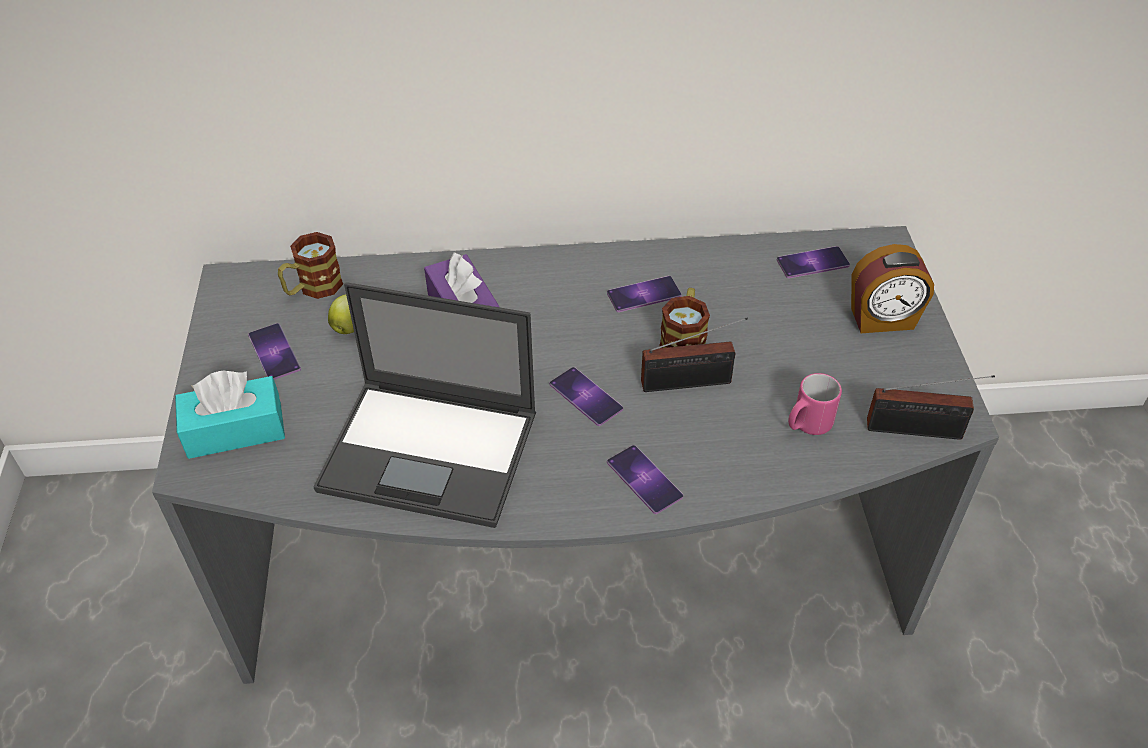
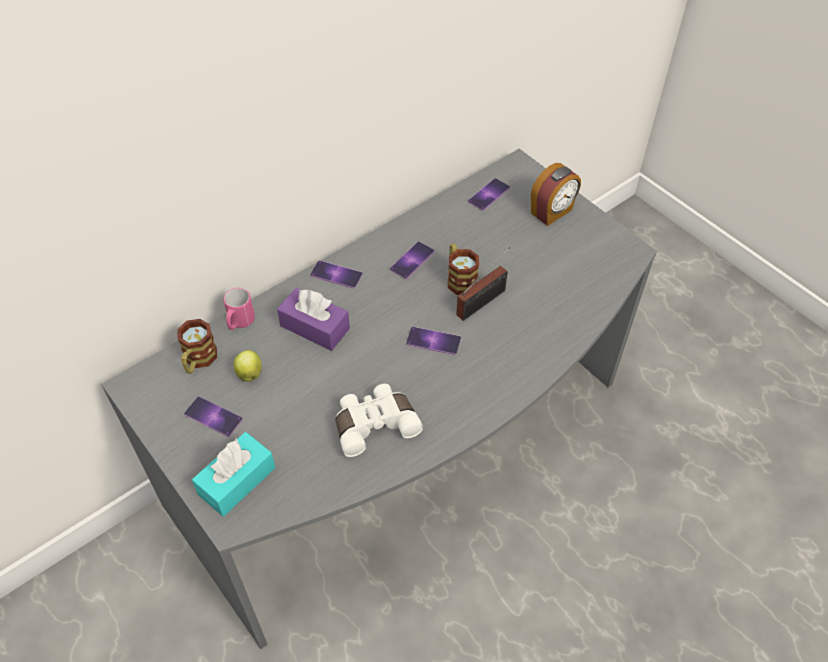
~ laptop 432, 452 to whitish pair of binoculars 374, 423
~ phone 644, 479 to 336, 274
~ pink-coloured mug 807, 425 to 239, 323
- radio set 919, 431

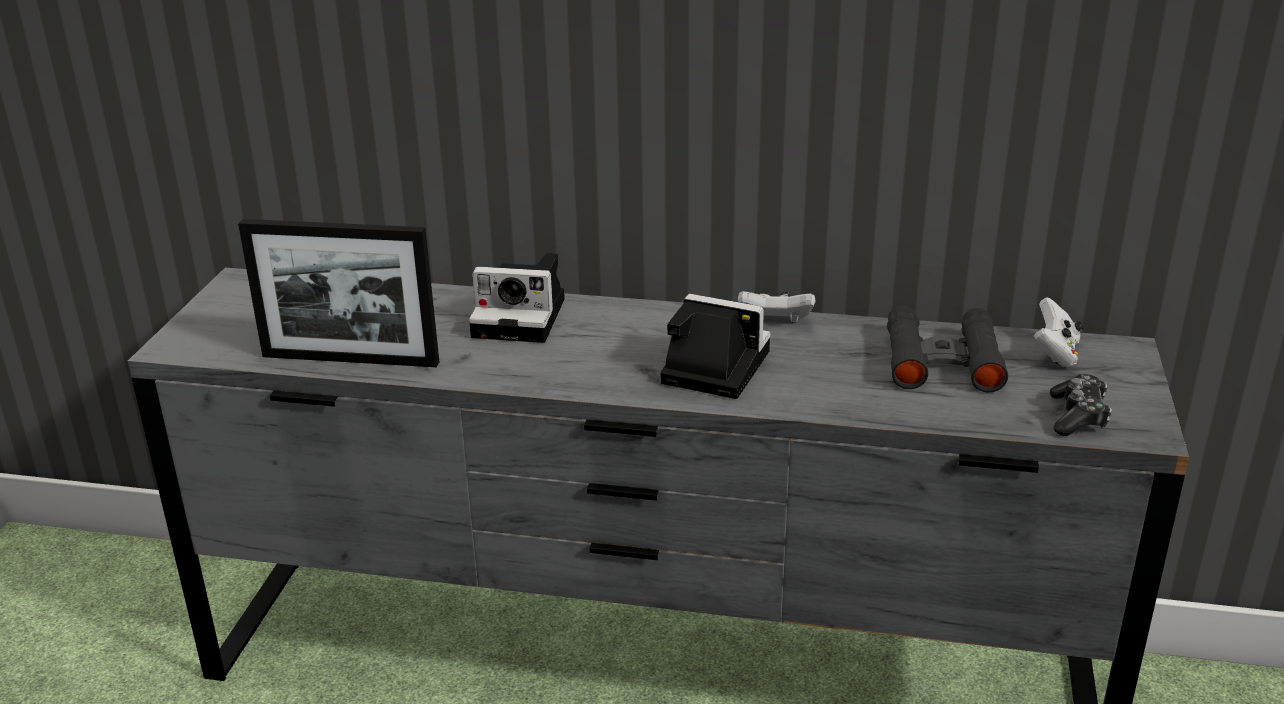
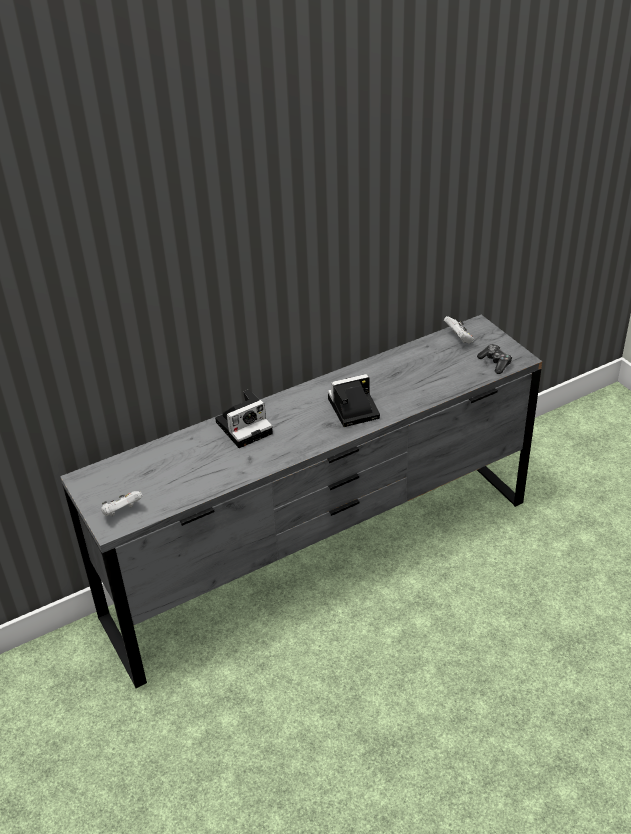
- photo frame 350, 359
~ whitish gamepad 775, 323 to 122, 512
- black-coloured pair of binoculars 942, 361

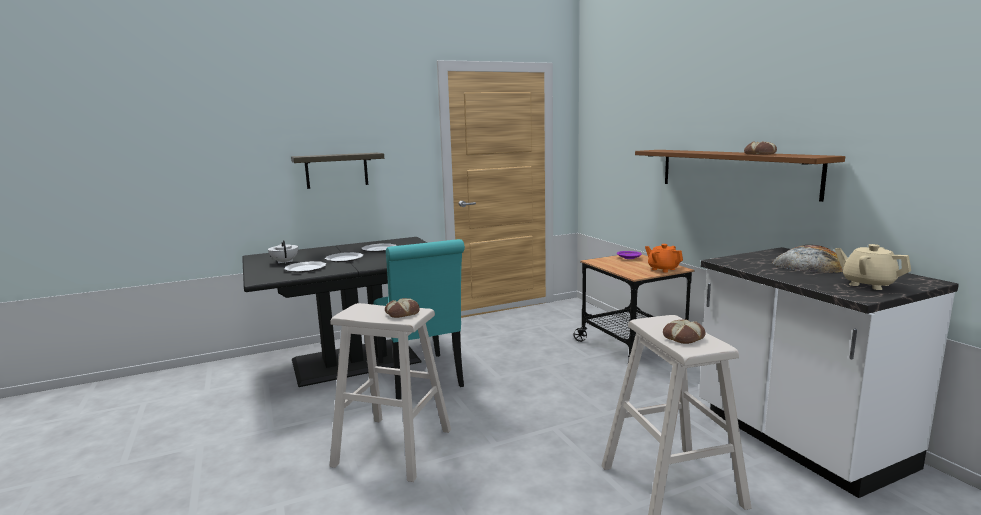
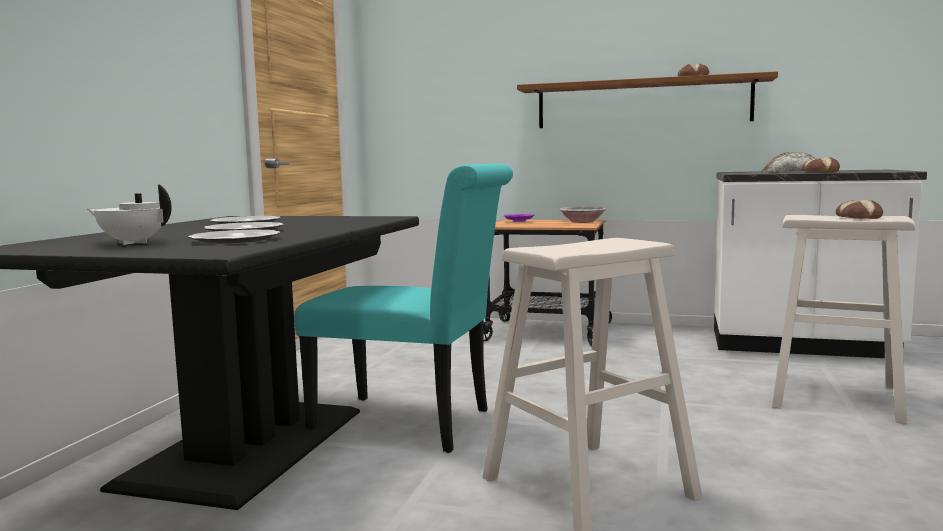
- wall shelf 336, 170
~ bakery bread 402, 313 to 820, 172
~ orangey tea pot 663, 269 to serving bowl 582, 222
- sand-coloured tea pot 868, 284

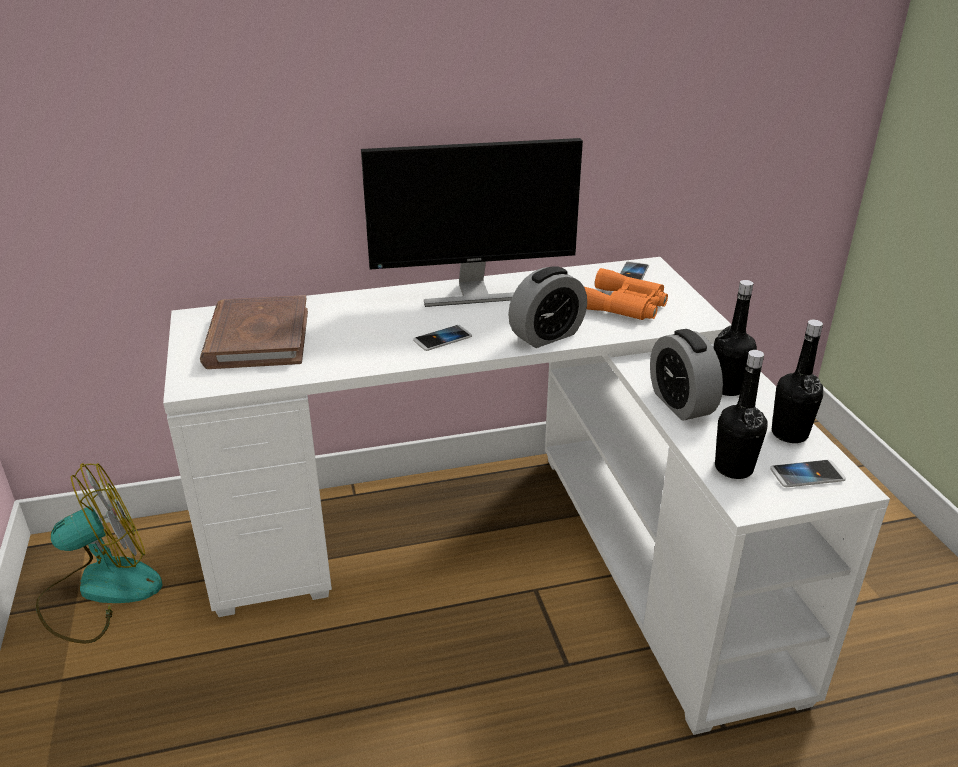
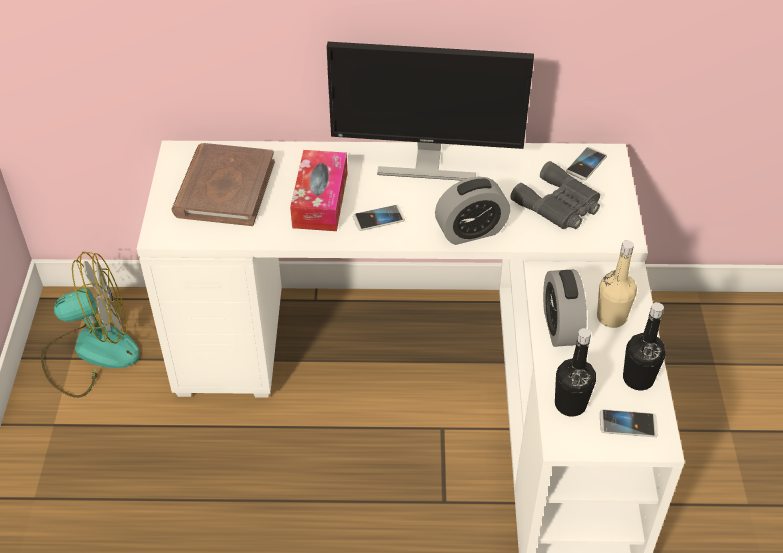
~ orangey pair of binoculars 624, 305 to grey pair of binoculars 559, 205
~ black-coloured drink bottle 727, 388 to sand-coloured drink bottle 611, 317
+ tissue box 320, 200

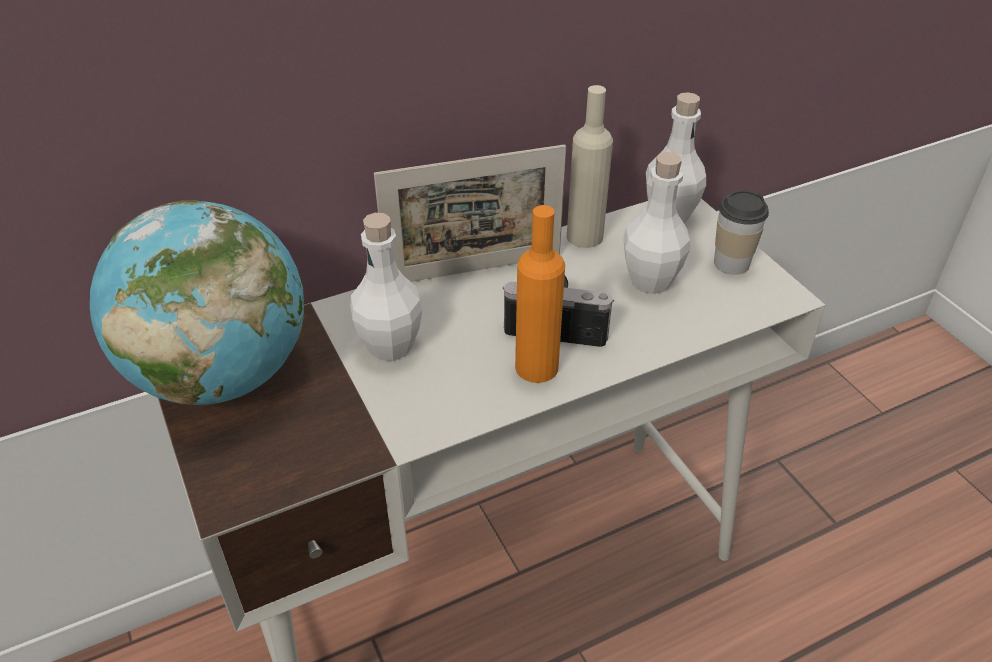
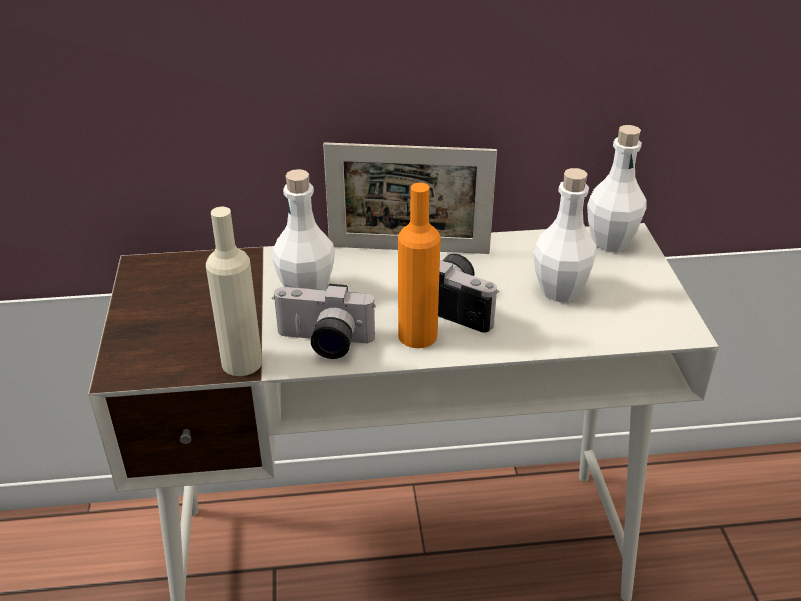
- desk globe 221, 375
~ sand-coloured drink bottle 584, 236 to 242, 362
- drinking cup 731, 263
+ photo camera 323, 343

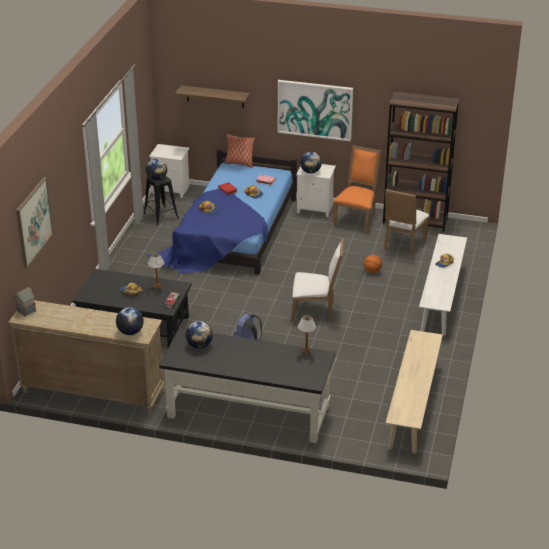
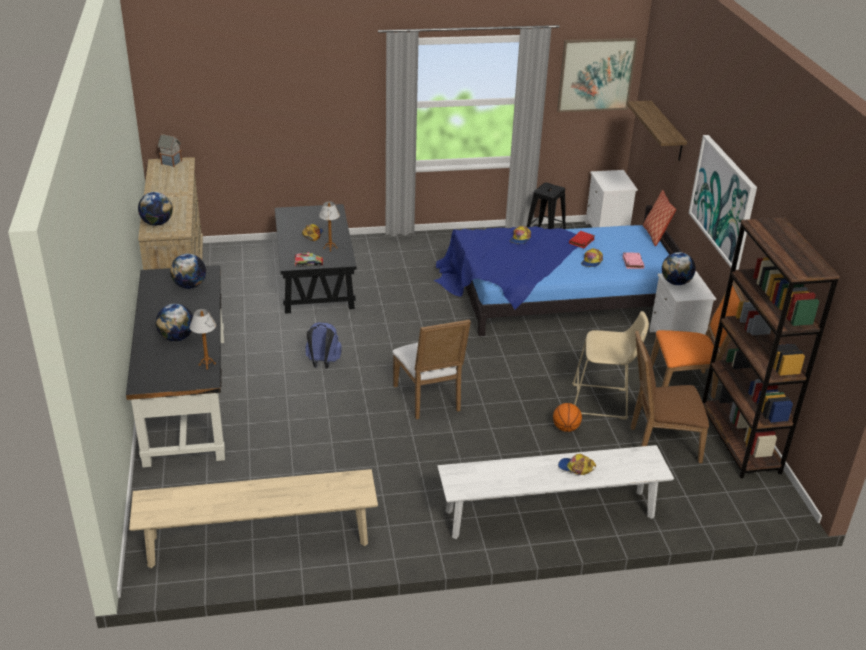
~ picture 34, 222 to 596, 74
~ desk globe 157, 179 to 176, 338
~ whitish chair 402, 245 to brownish chair 660, 442
+ sand-coloured sitting stool 603, 402

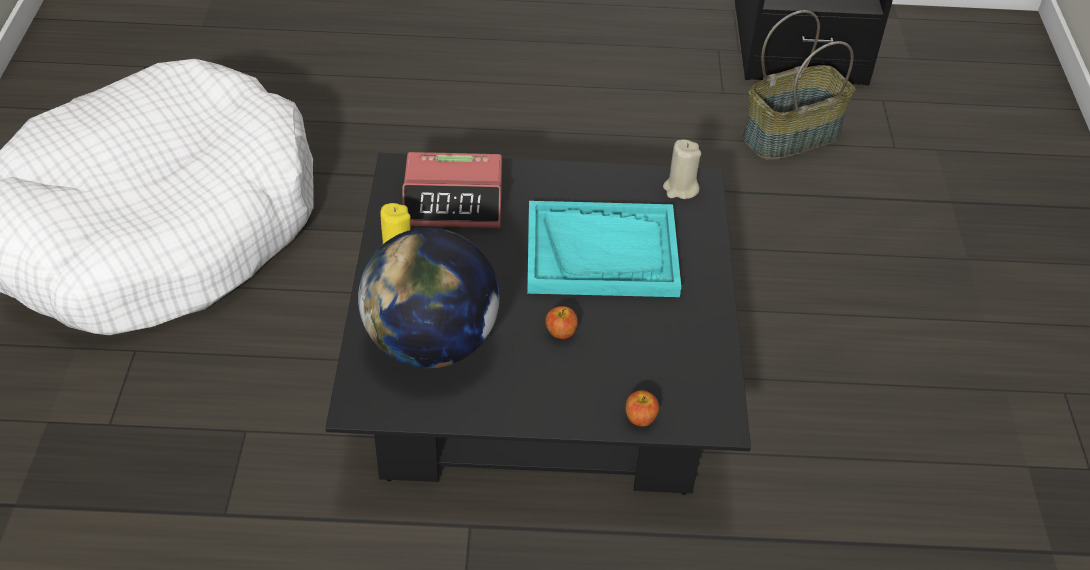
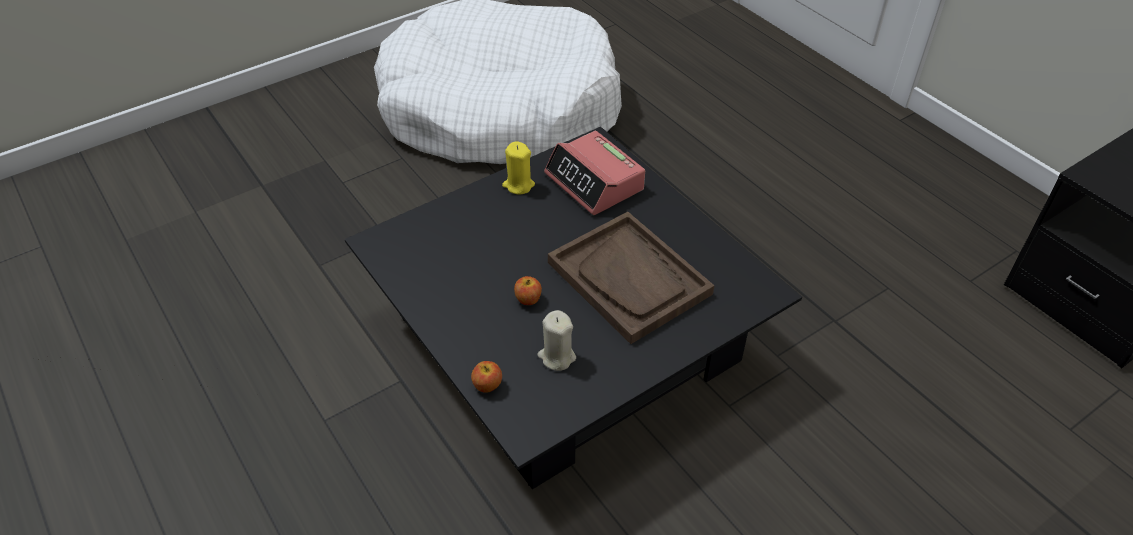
- desk globe 432, 343
~ turquoise serving tray 602, 252 to brownish serving tray 629, 278
~ sand-coloured candle 680, 189 to 557, 357
- basket 791, 135

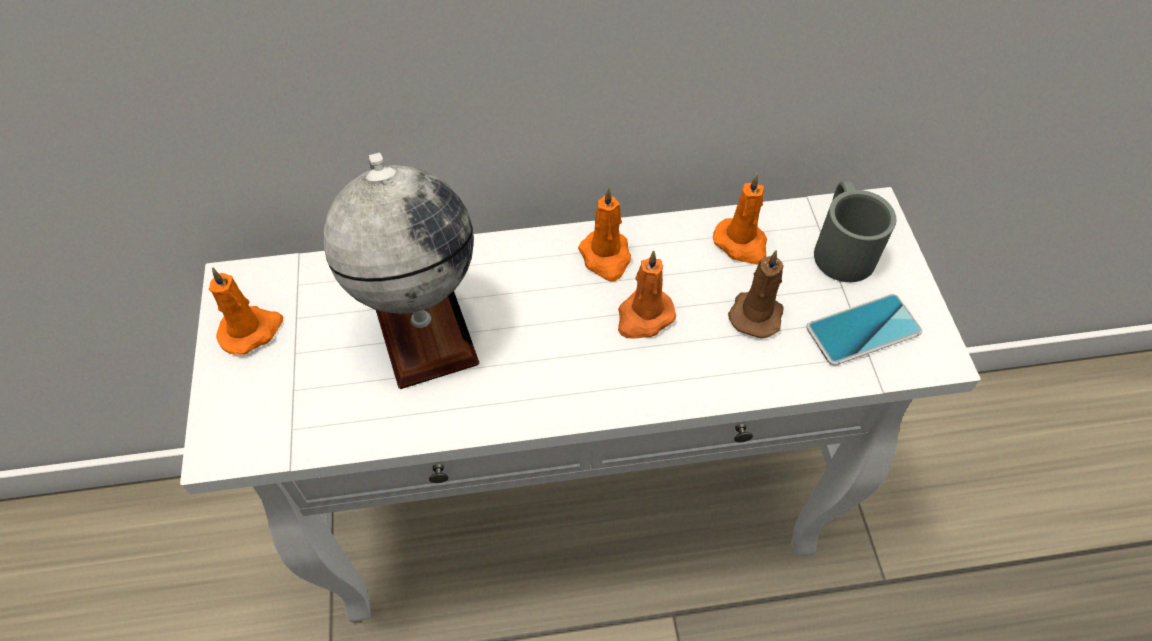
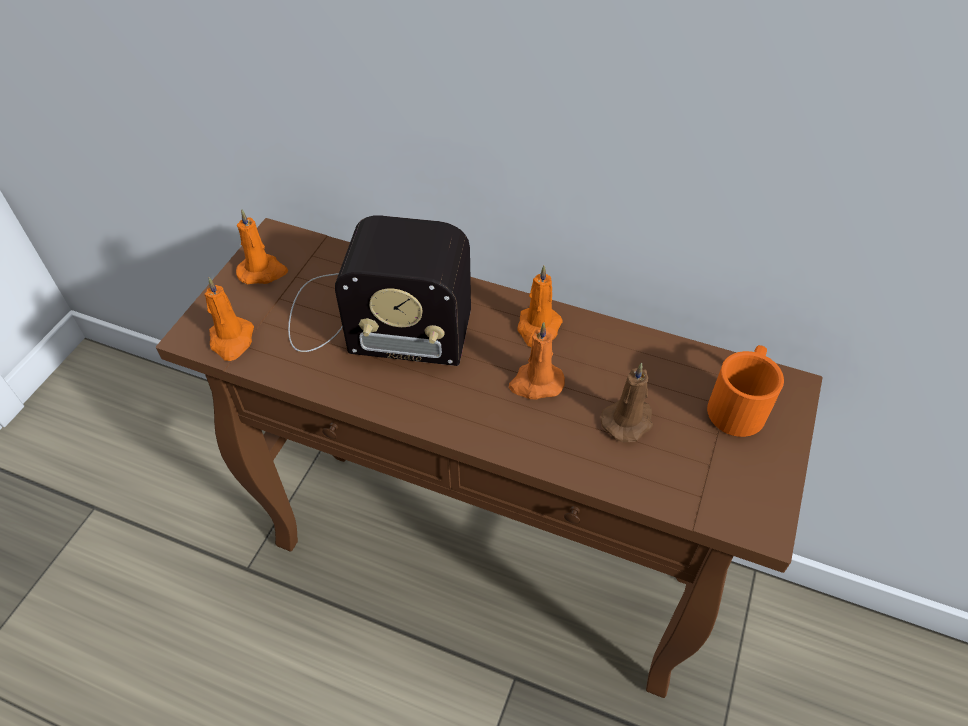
~ whitish narrow table 579, 515 to brownish narrow table 487, 560
~ desk globe 423, 328 to radio set 372, 319
~ orangey candle 742, 244 to 232, 340
- phone 863, 330
~ grey mug 841, 246 to orangey mug 740, 403

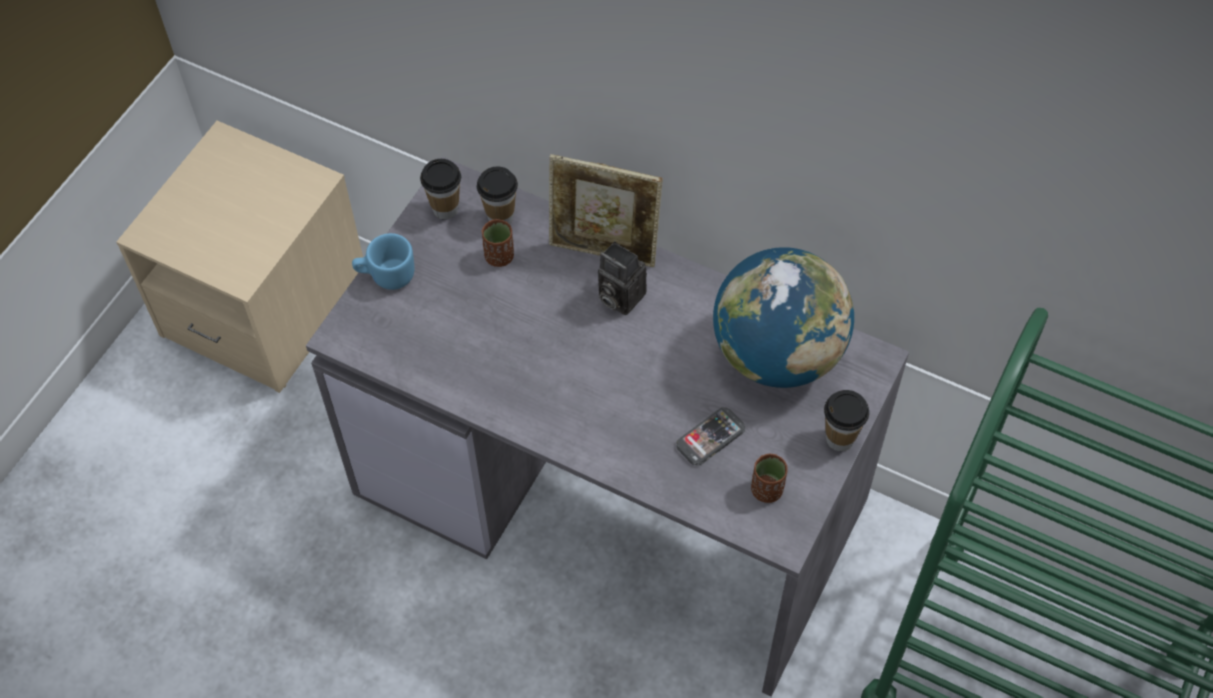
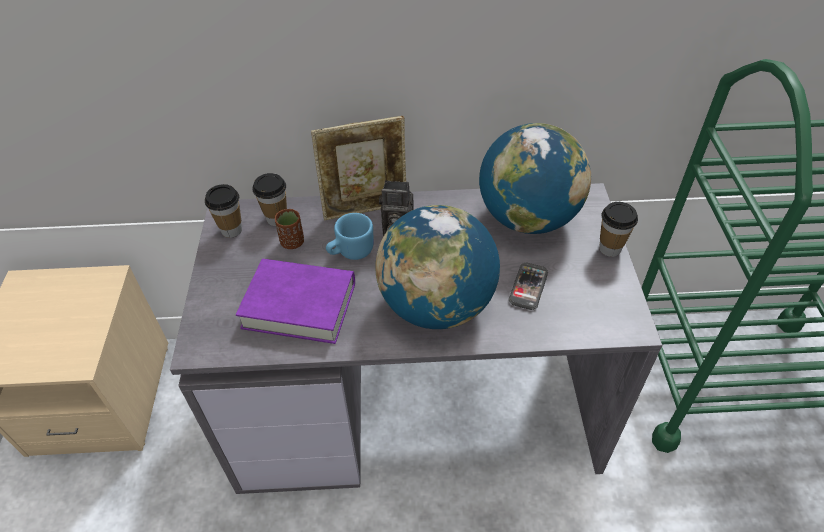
~ blue mug 386, 275 to 350, 252
- brownish drinking cup 767, 490
+ purplish volume 299, 305
+ desk globe 437, 305

